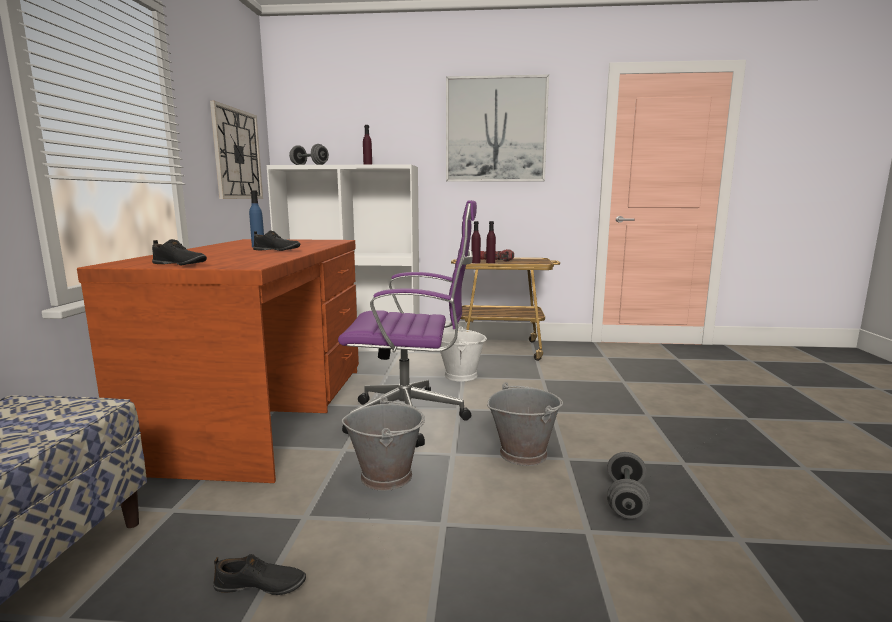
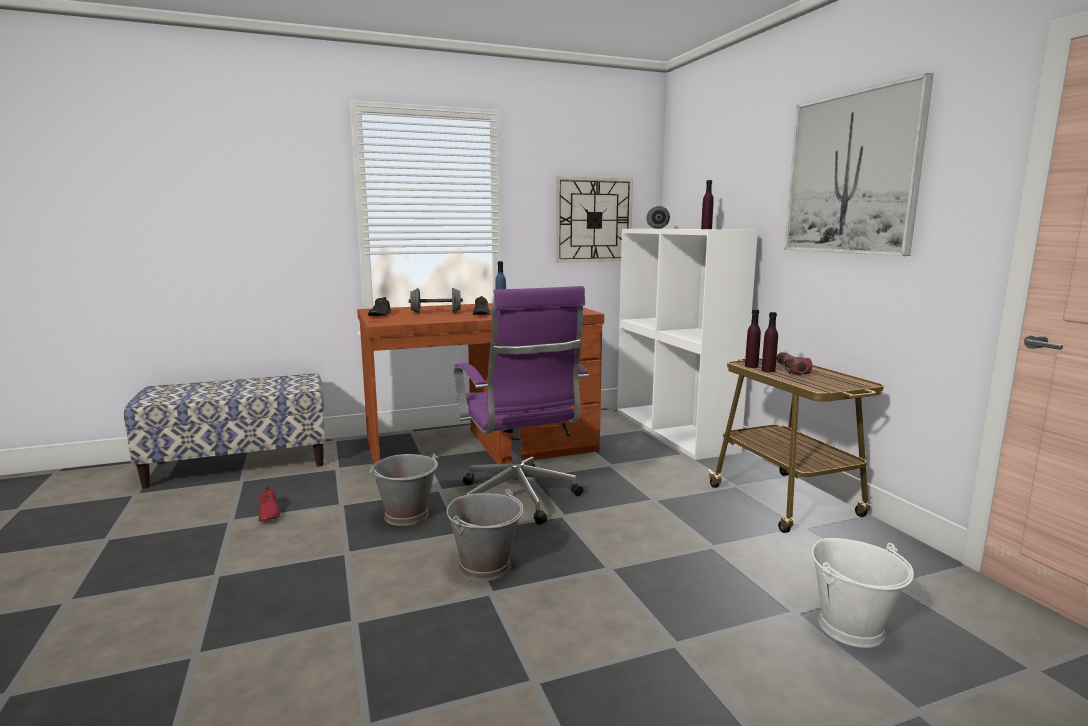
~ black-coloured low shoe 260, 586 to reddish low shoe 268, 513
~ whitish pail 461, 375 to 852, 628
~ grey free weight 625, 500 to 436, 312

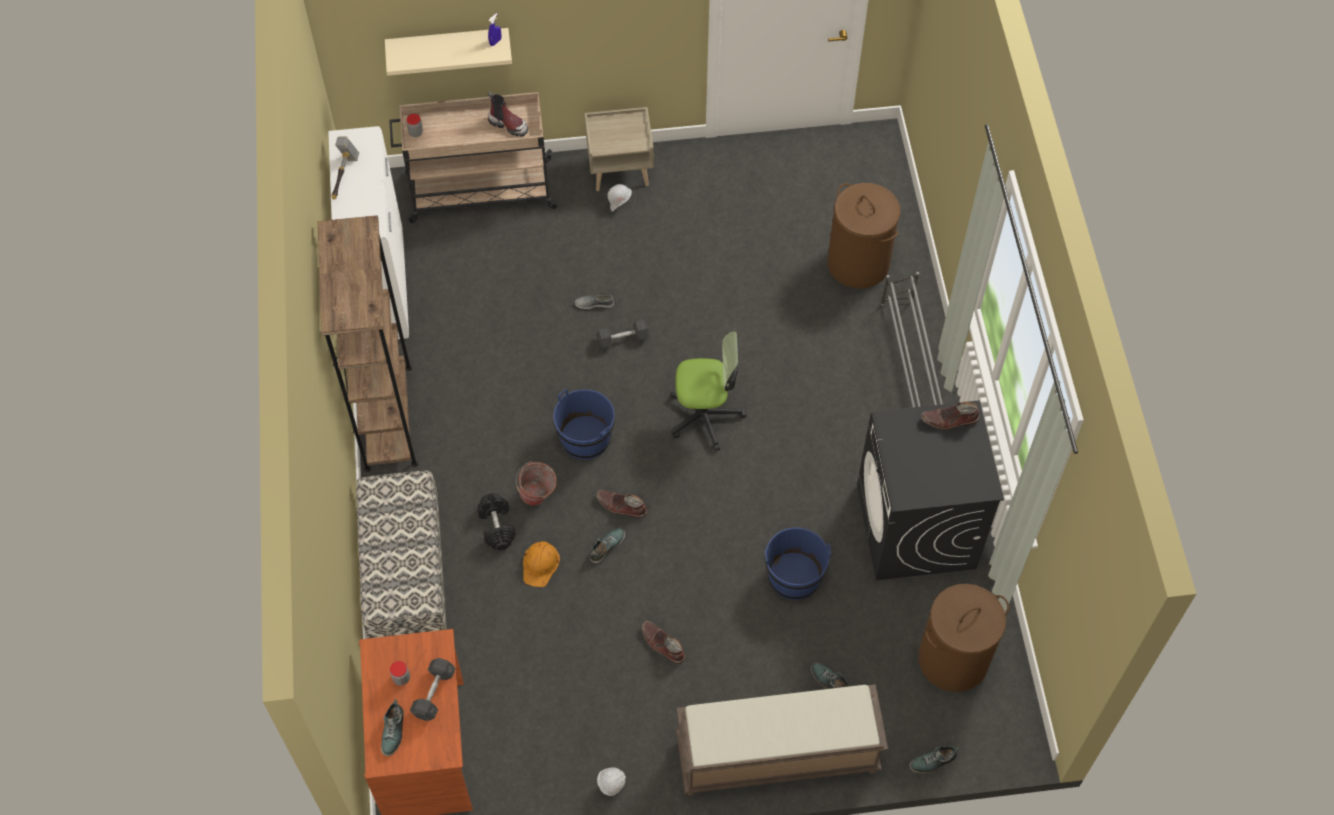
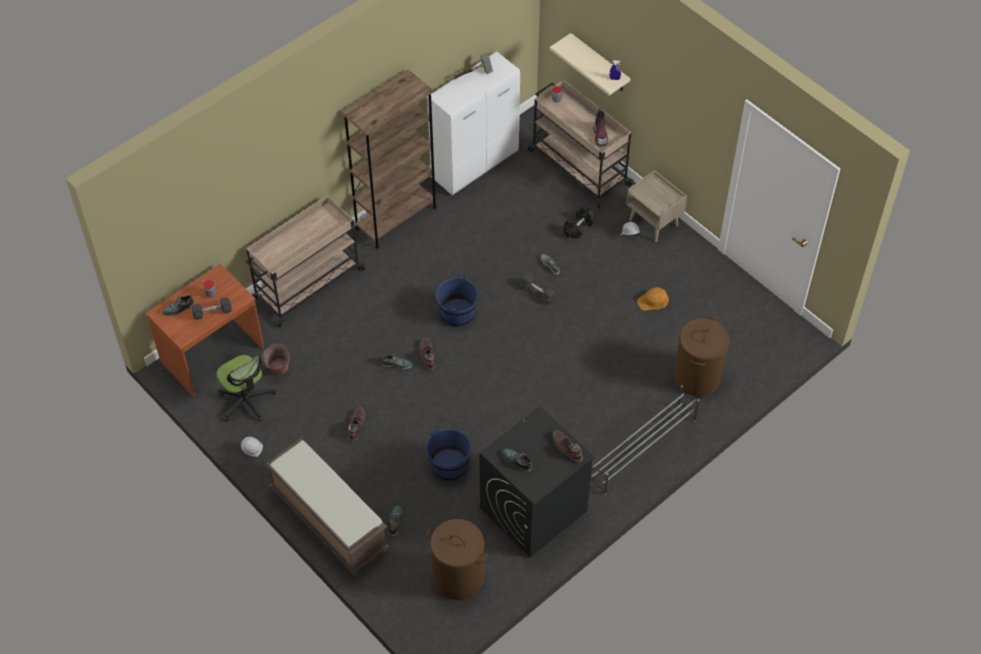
~ indoor bench 406, 576 to sand-coloured cart 306, 285
~ black-coloured free weight 497, 526 to 579, 227
~ pail 538, 498 to 278, 371
~ orangey hard hat 540, 564 to 653, 300
~ desk chair 705, 416 to 246, 401
~ low shoe 933, 762 to 517, 461

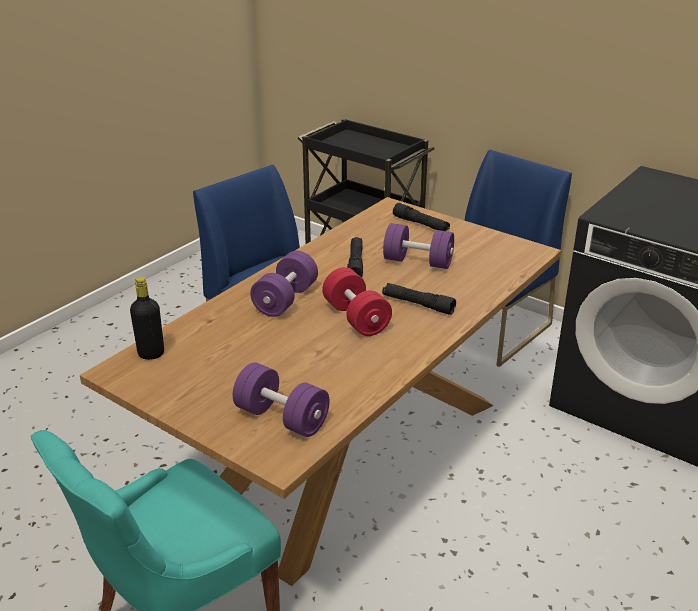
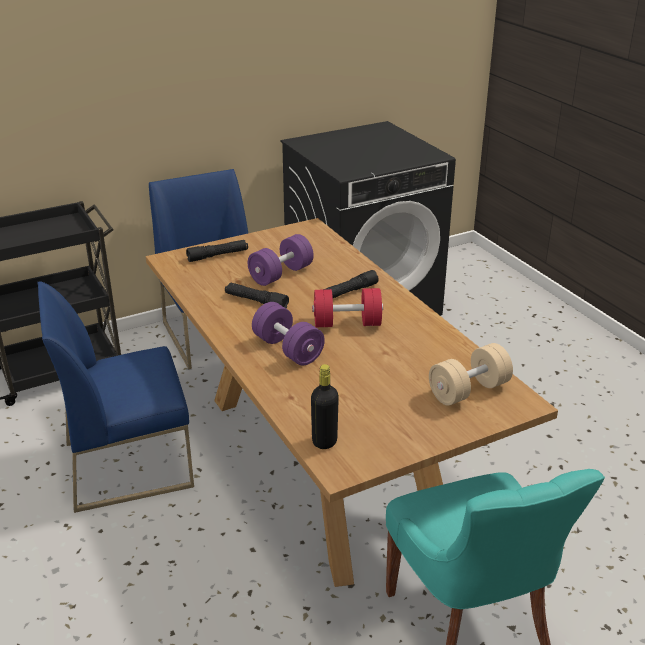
~ purplish free weight 282, 418 to sand-coloured free weight 469, 390

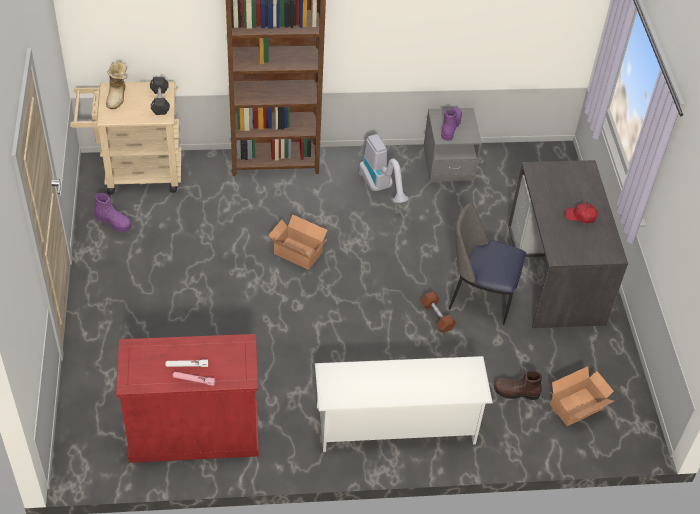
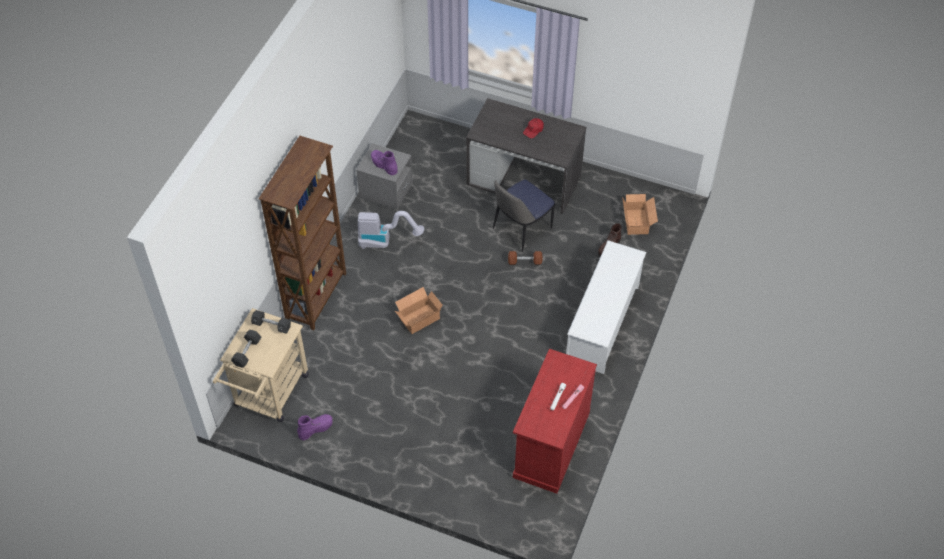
~ high-top boot 118, 96 to black-coloured free weight 247, 352

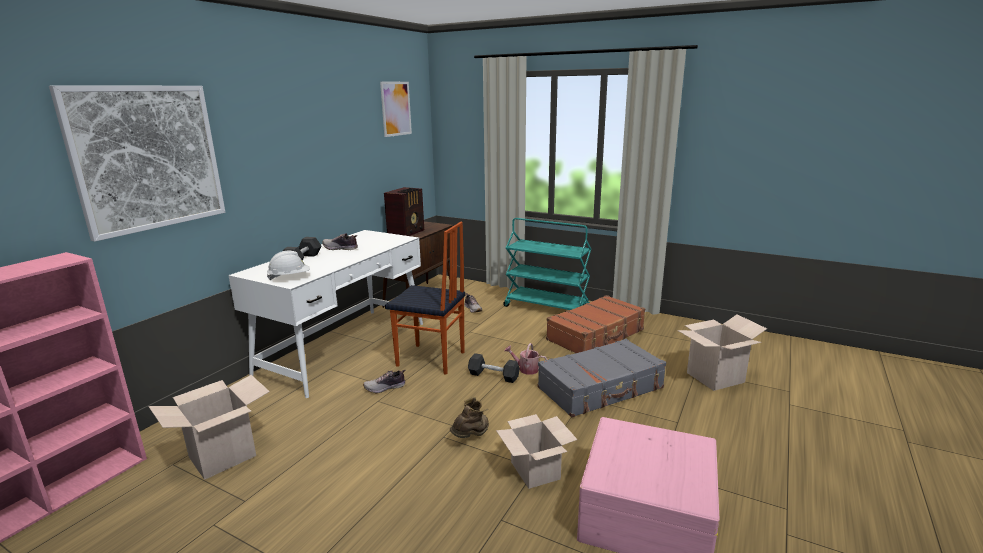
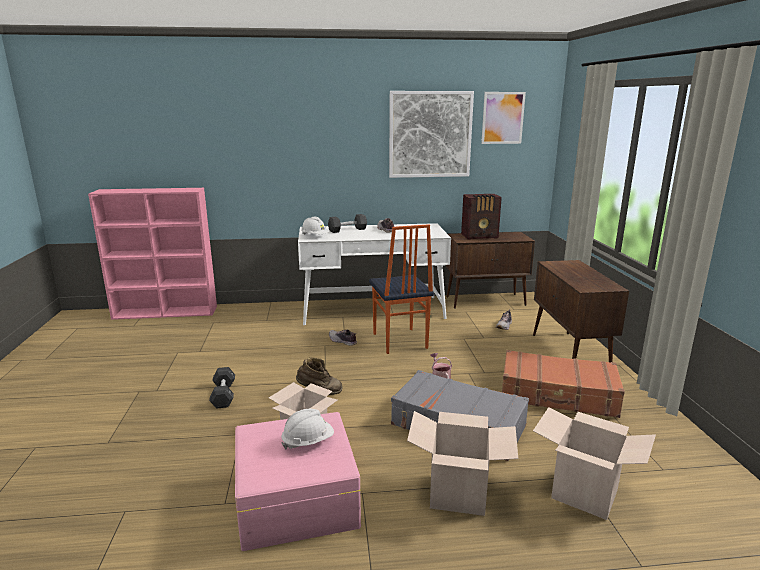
~ picture 148, 158 to 430, 134
~ carton 222, 456 to 458, 494
~ black-coloured free weight 493, 376 to 223, 395
~ turquoise cart 546, 307 to brownish cupboard 570, 354
+ whitish hard hat 308, 442

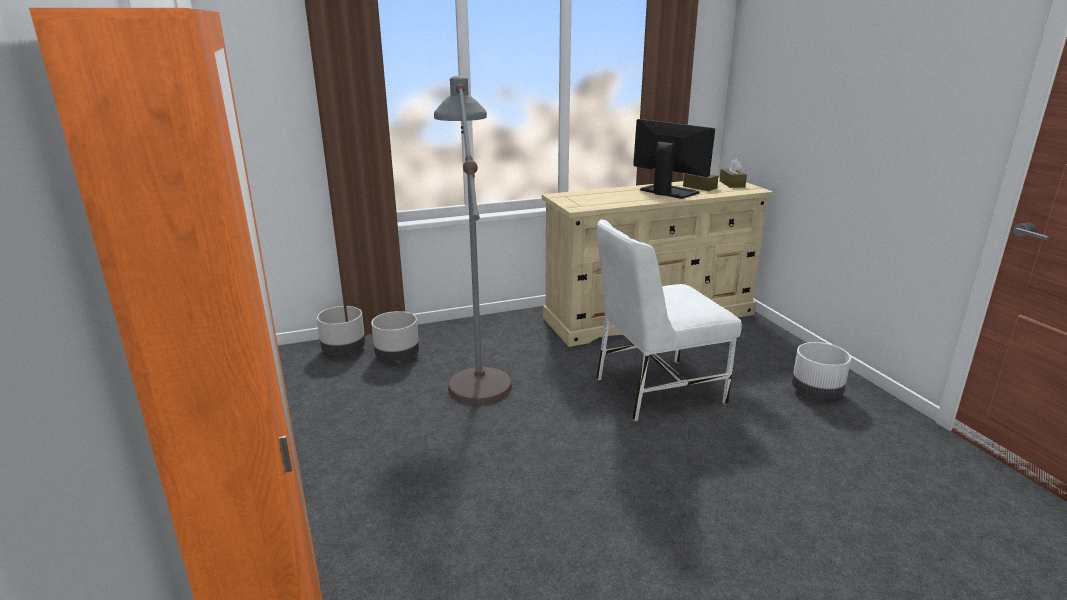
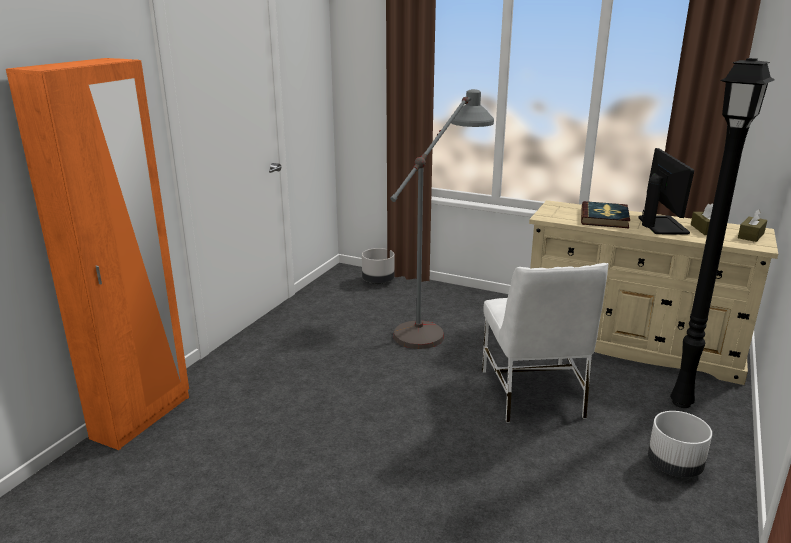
- grey flower pot 397, 356
~ whitish chair 656, 390 = 533, 394 120 degrees counterclockwise
+ volume 604, 218
+ black-coloured standing lamp 683, 403

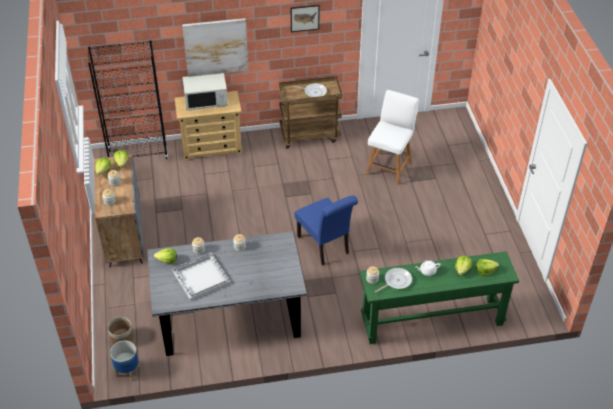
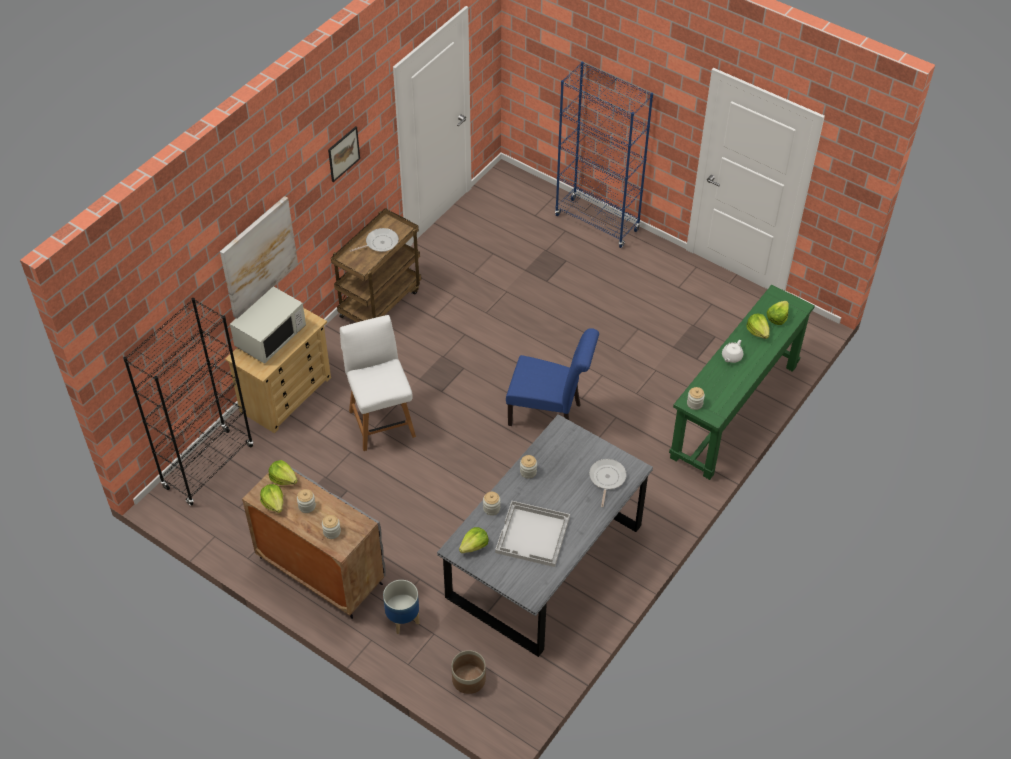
~ flower pot 127, 371 to 402, 619
~ whitish chair 389, 167 to 381, 421
~ frying pan 396, 281 to 606, 479
+ blue shelving unit 597, 223

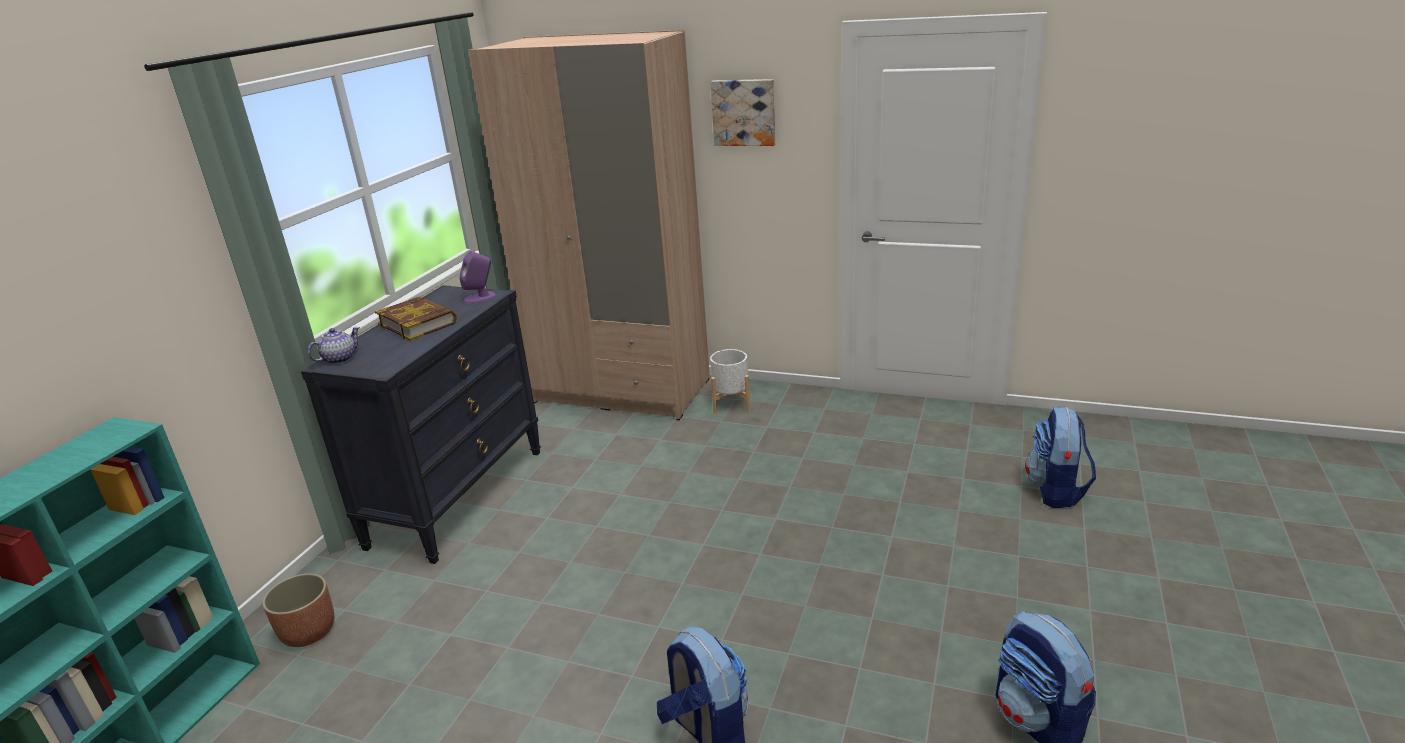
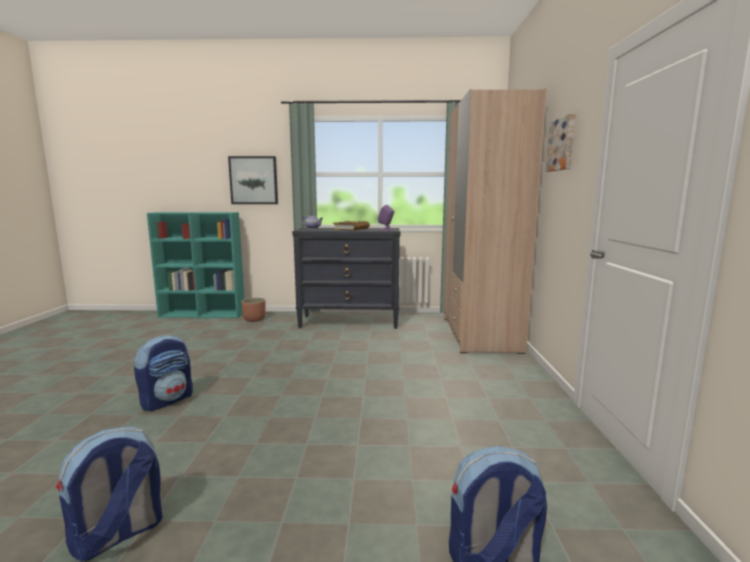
- whitish flower pot 731, 403
+ picture 254, 180

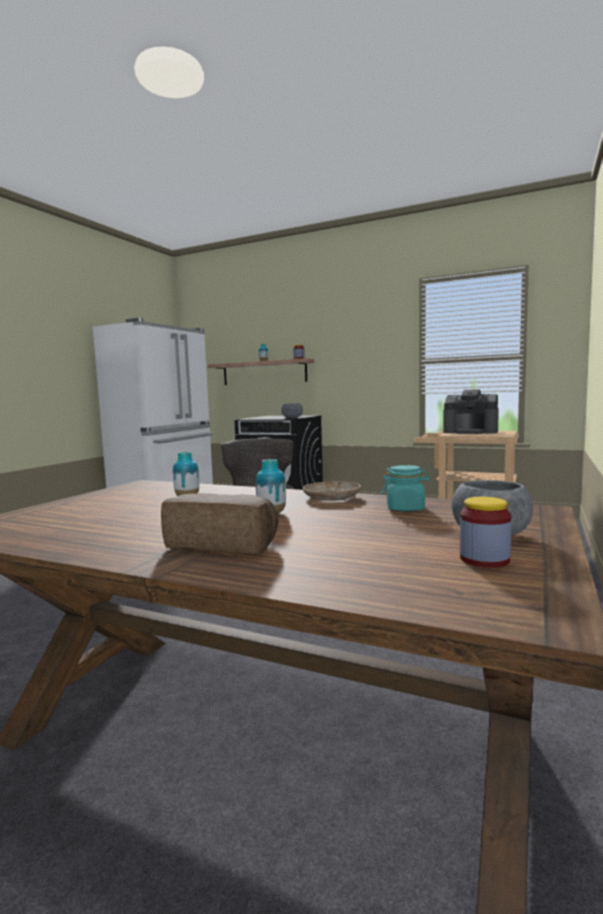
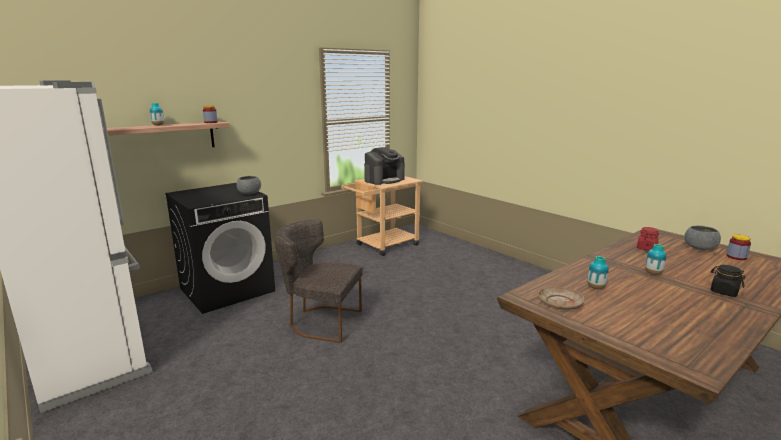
~ bakery bread 223, 545 to black-coloured storage jar 723, 292
~ sand-coloured flat dish 331, 498 to 560, 303
~ turquoise storage jar 405, 508 to reddish storage jar 646, 248

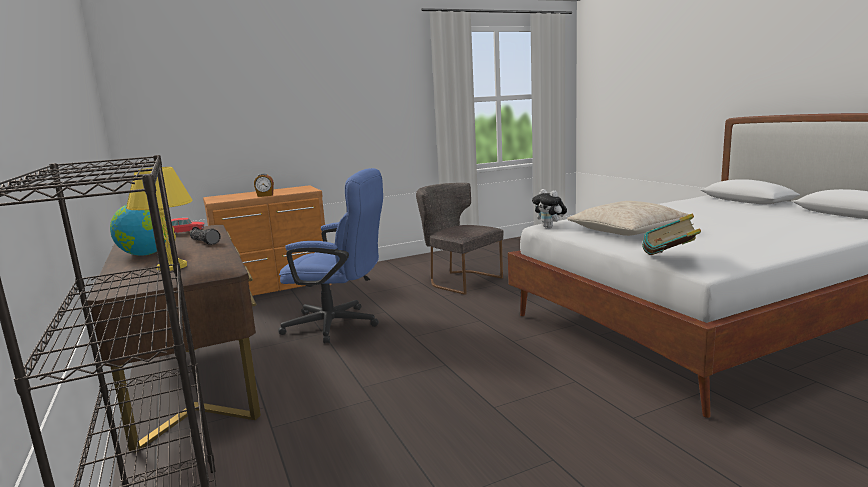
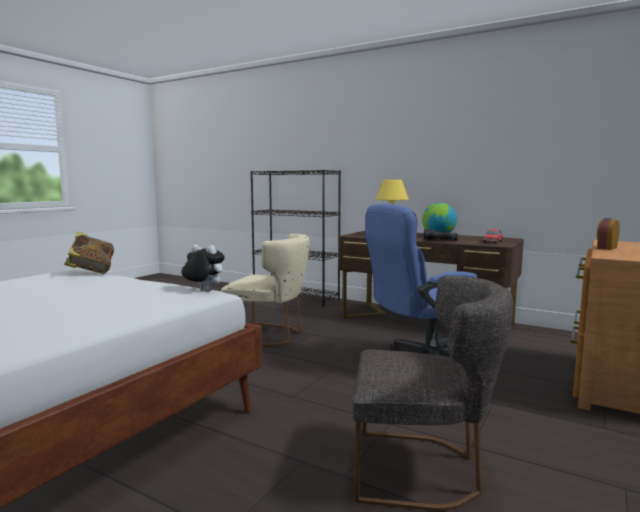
- sand-coloured cushion 626, 230
+ sand-coloured chair 270, 335

